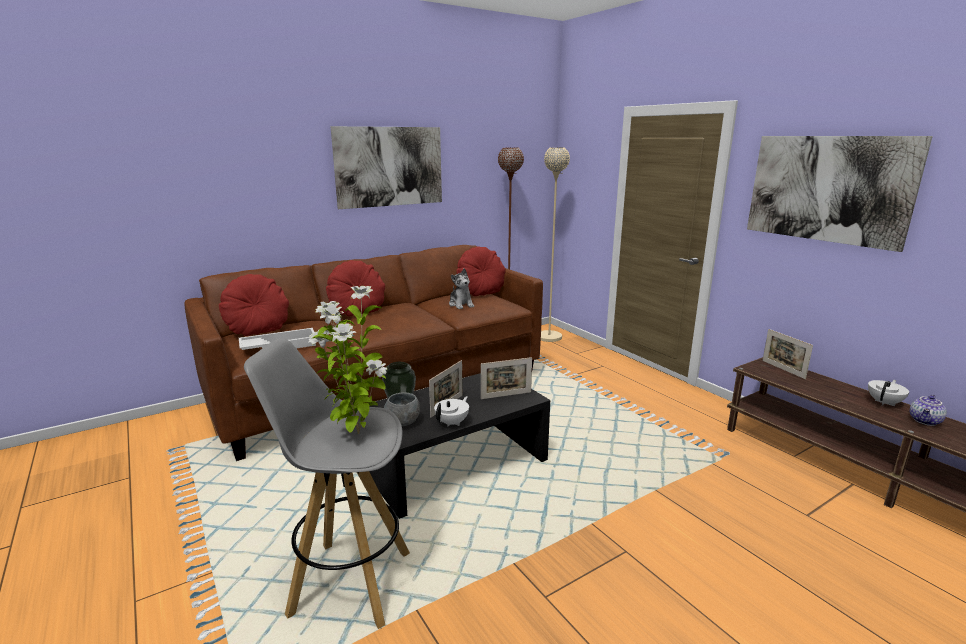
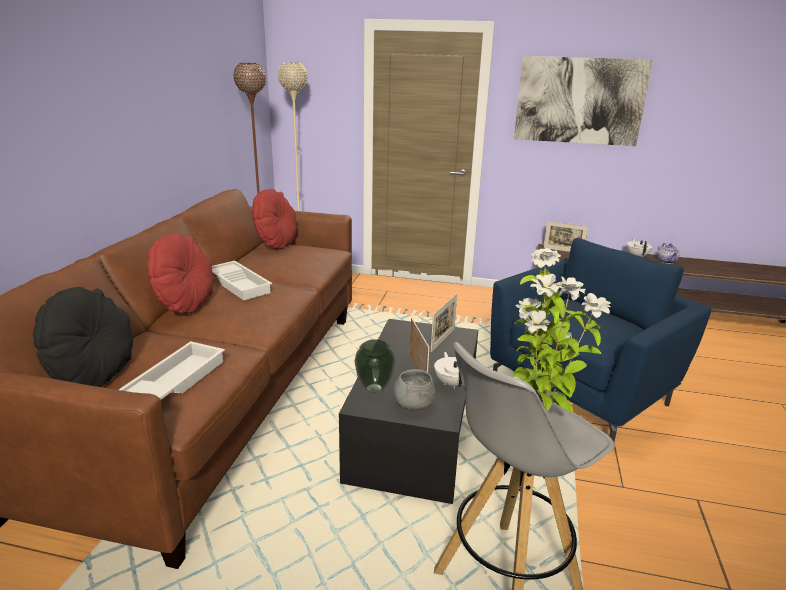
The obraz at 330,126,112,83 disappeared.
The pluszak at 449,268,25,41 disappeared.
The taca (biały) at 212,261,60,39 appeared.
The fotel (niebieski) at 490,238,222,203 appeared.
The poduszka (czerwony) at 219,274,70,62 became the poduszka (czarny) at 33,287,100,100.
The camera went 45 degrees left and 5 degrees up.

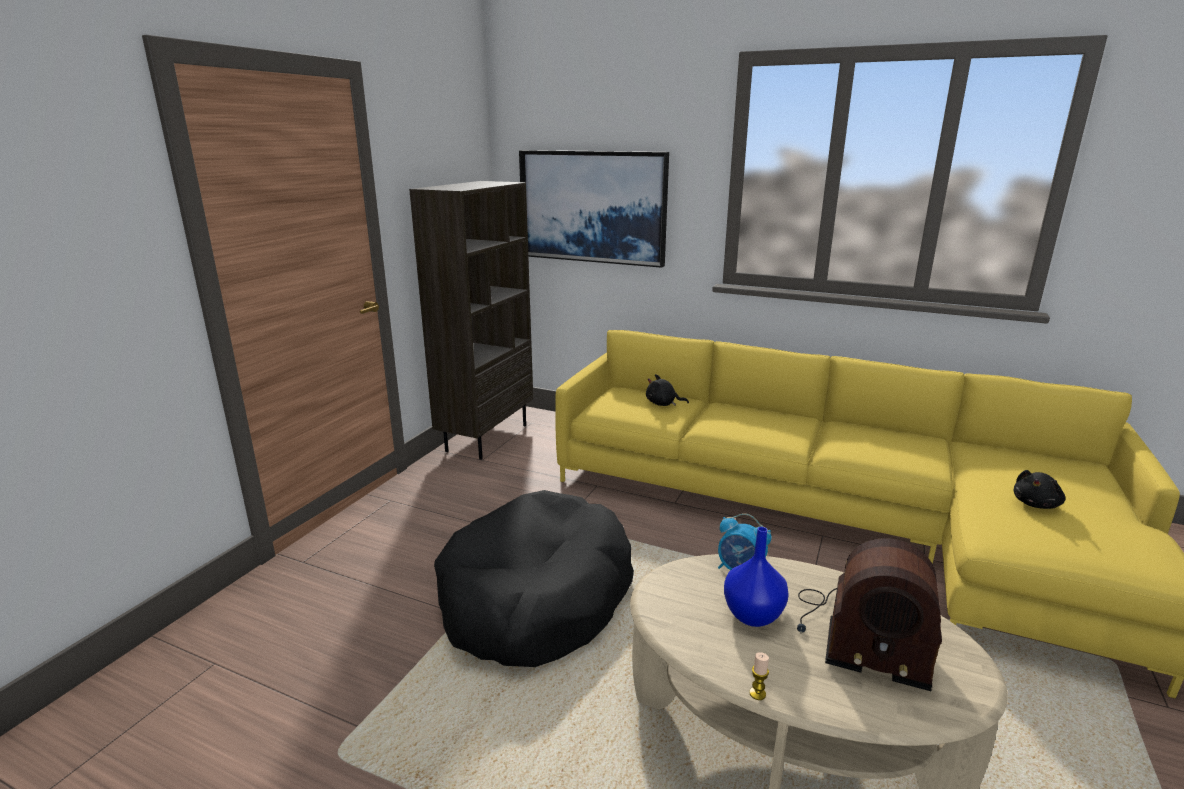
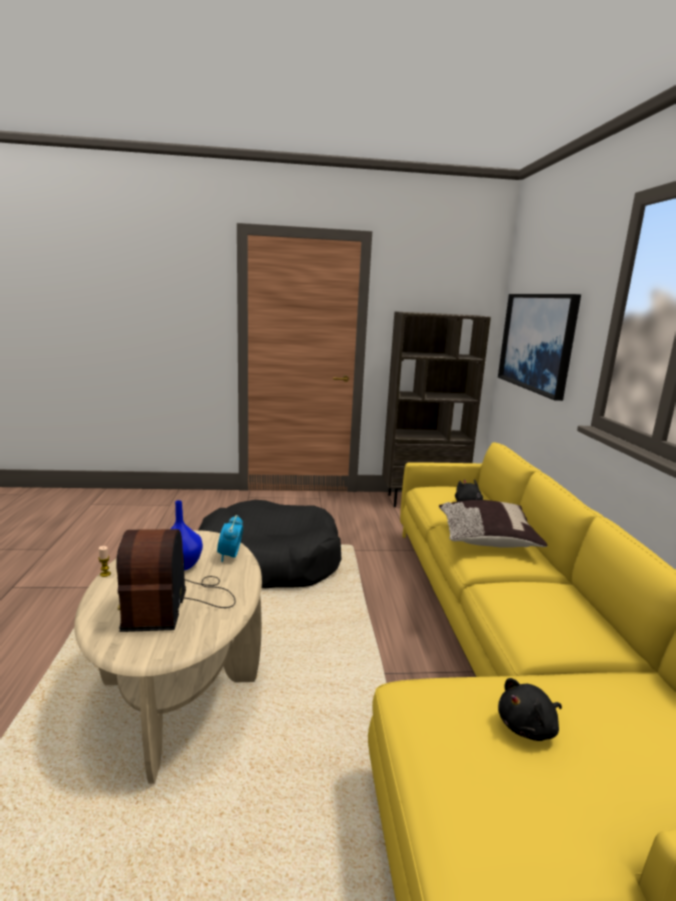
The poduszka at 439,500,109,48 appeared.
The pluszak (czarny) at 1014,470,51,39 turned 45 degrees counterclockwise.
The camera went 60 degrees right and 5 degrees down.

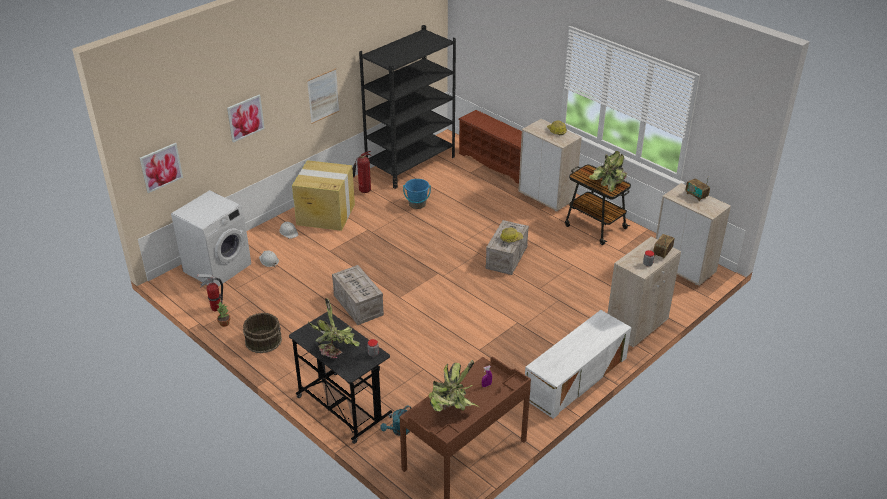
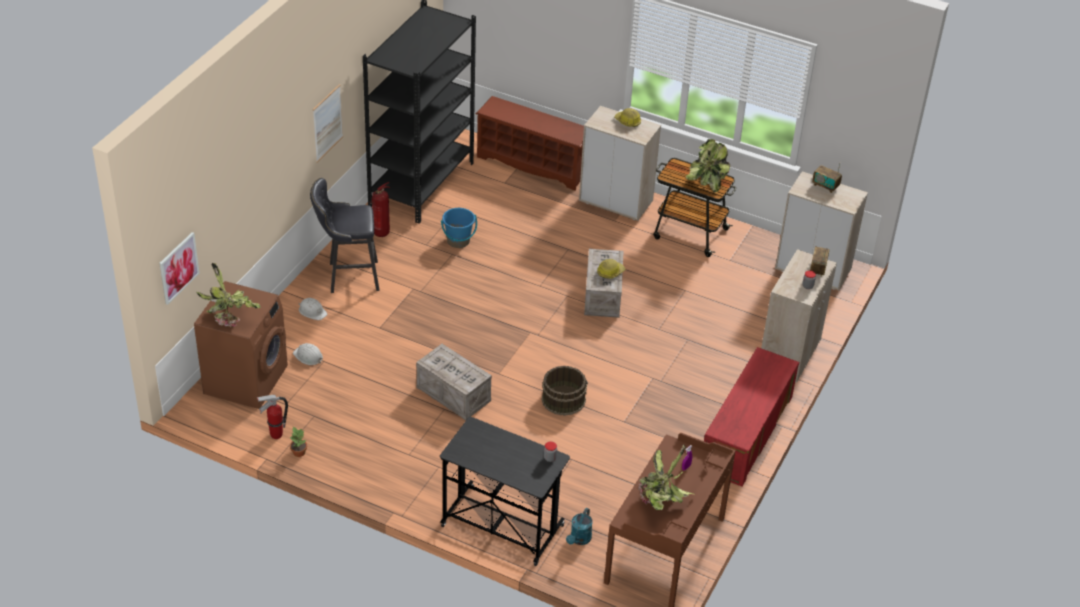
The obraz at 227,95,38,48 disappeared.
The wiadro (brązowy) moved from 243,313,39,40 to 541,366,47,50.
The roślina doniczkowa moved from 309,298,51,61 to 196,263,64,64.
The karton at 292,160,63,71 was replaced by the stołek (czarny) at 310,178,70,115.
The pralka (biały) at 171,190,80,97 became the pralka (brązowy) at 194,281,94,128.
The ławka (biały) at 525,310,107,109 became the ławka (czerwony) at 704,347,95,140.
The camera went 20 degrees left and 5 degrees up.

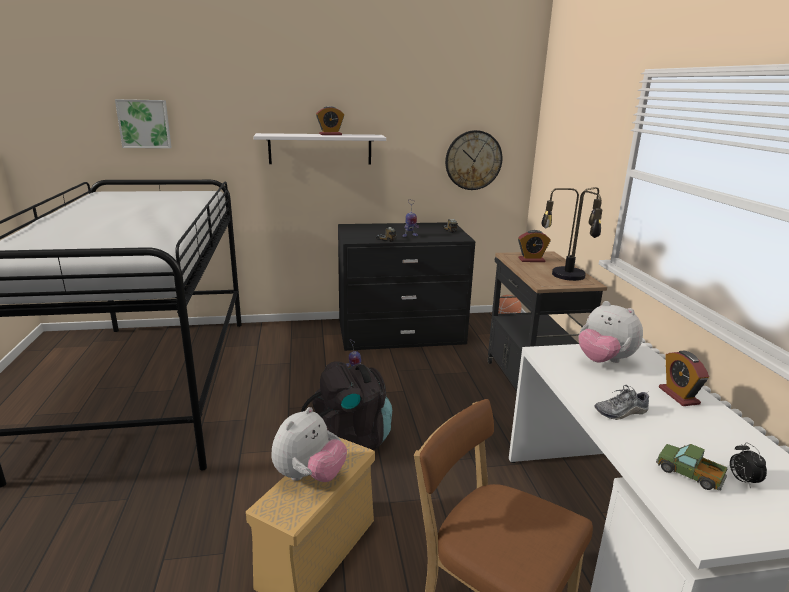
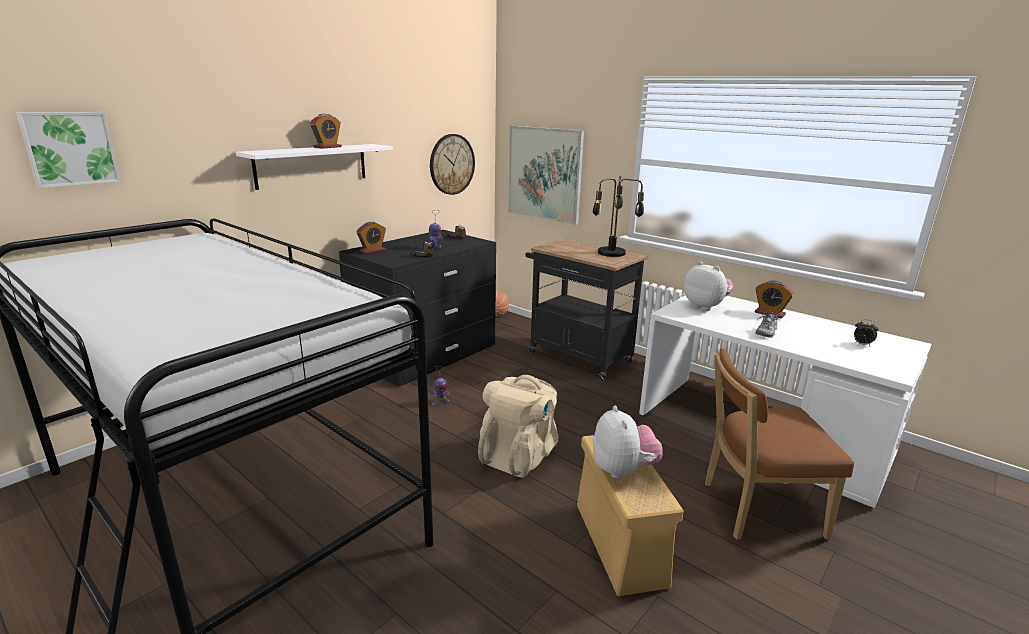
The ciężarówka zabawkowa at 656,444,72,47 disappeared.
The obraz at 508,126,76,99 appeared.
The budzik moved from 518,230,33,32 to 357,222,29,32.
The plecak (czarny) at 301,361,91,89 became the plecak (beżowy) at 478,375,80,103.
The pluszak at 578,301,65,62 turned 135 degrees counterclockwise.
The camera went 40 degrees left and 0 degrees up.

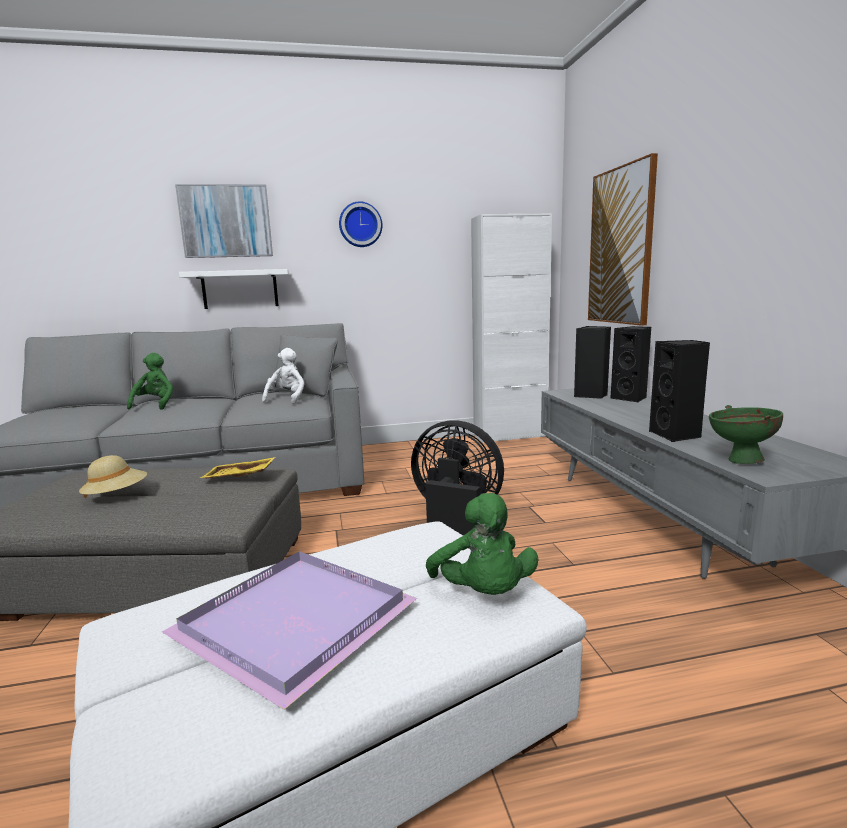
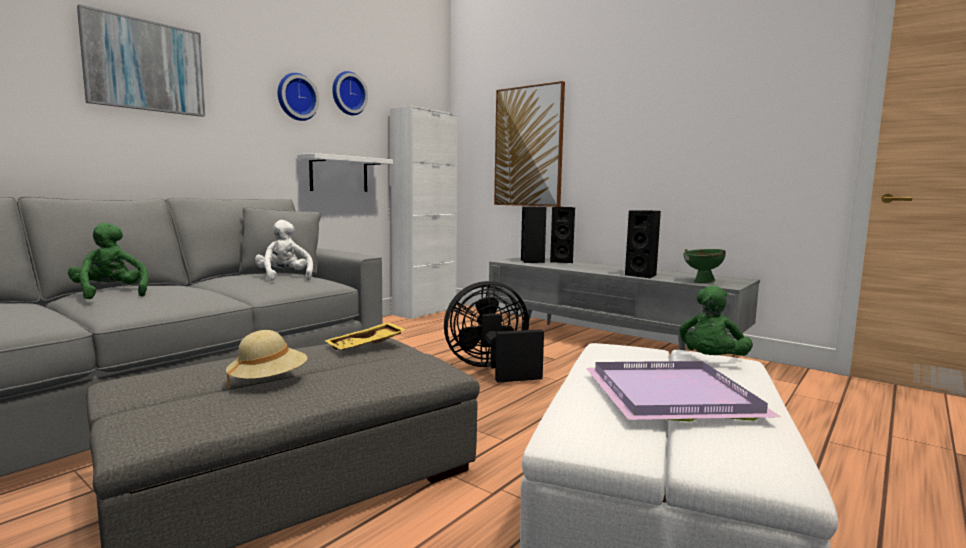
The zegar ścienny at 332,71,36,44 appeared.
The półka (biały) moved from 179,269,110,40 to 297,153,96,39.
The pluszak (zielony) at 426,493,113,102 turned 90 degrees clockwise.
The camera went 40 degrees left and 5 degrees down.

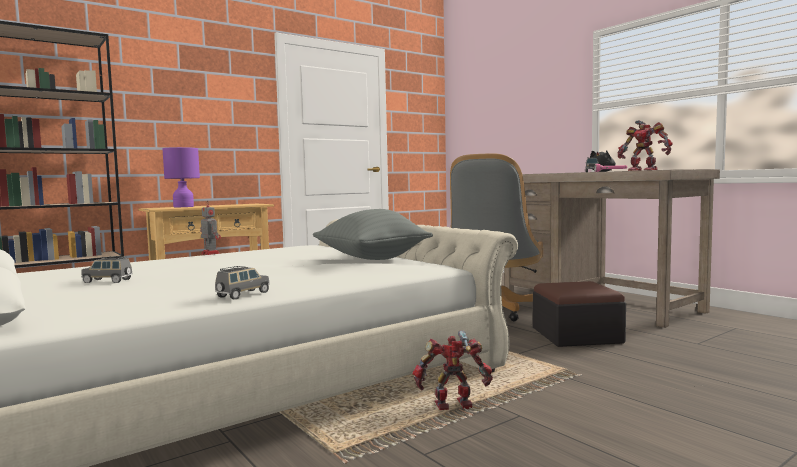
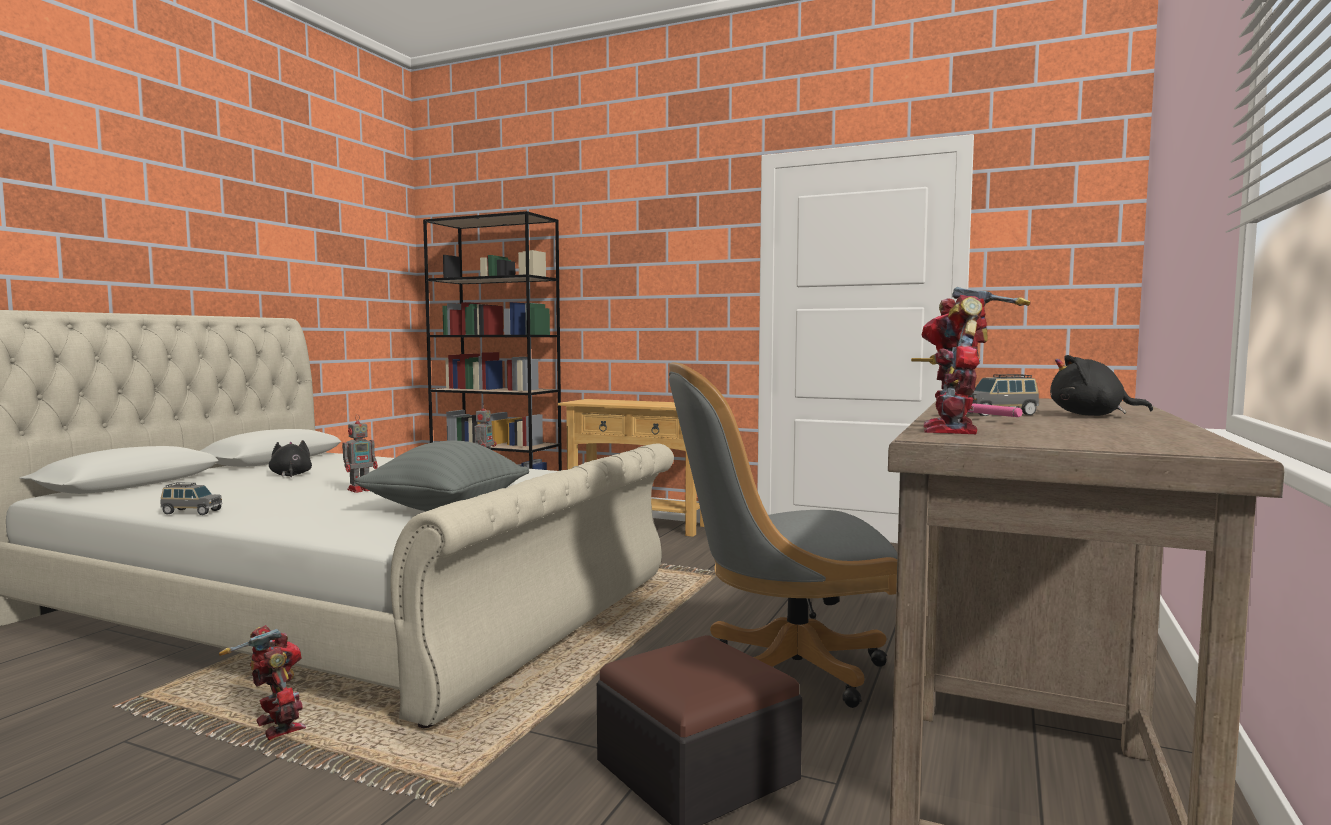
The lampa stołowa (fioletowy) at 162,147,38,60 disappeared.
The robot zabawkowy at 342,414,36,79 appeared.
The samochodzik (szary) at 81,256,51,27 was replaced by the pluszak (czarny) at 269,440,43,37.
The camera went 60 degrees right and 0 degrees up.

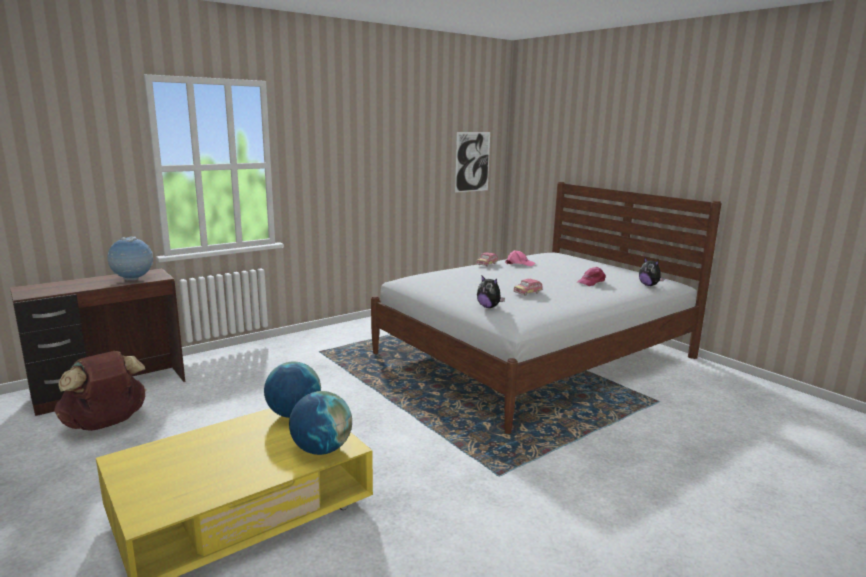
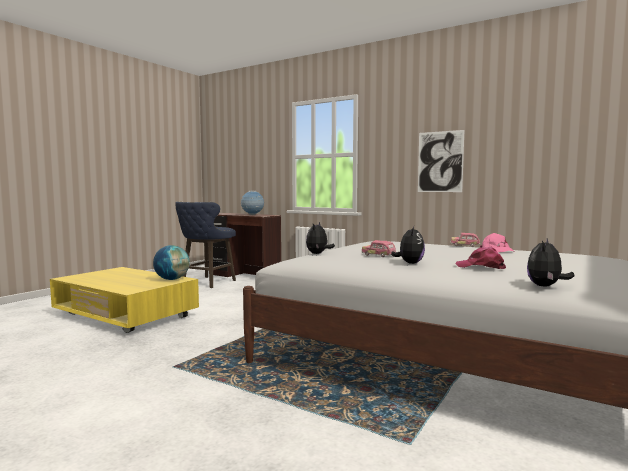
The globus at 289,391,63,64 disappeared.
The pluszak at 391,226,34,38 appeared.
The obraz moved from 455,132,35,61 to 418,130,46,62.
The plecak (brązowy) at 54,351,92,80 was replaced by the stołek (niebieski) at 175,201,61,87.
The camera went 70 degrees right and 10 degrees down.

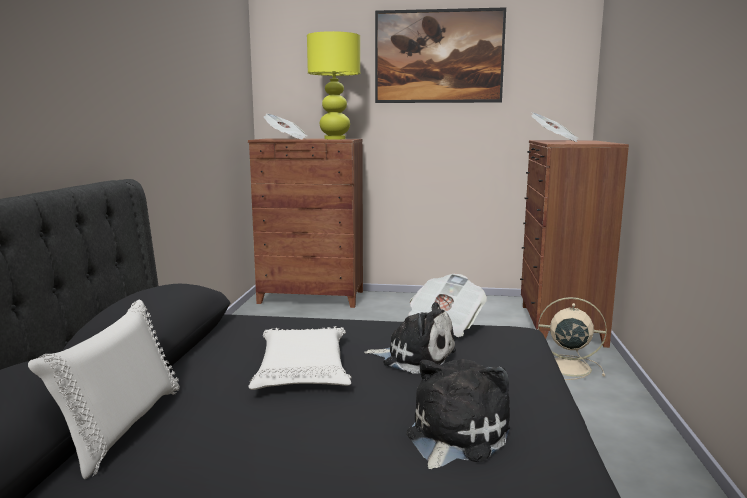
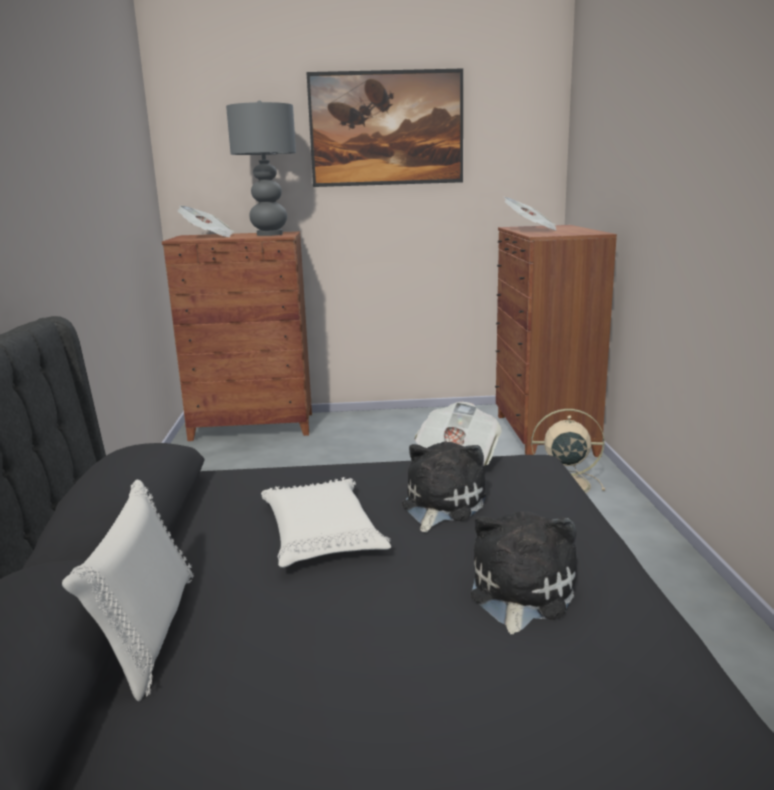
The lampa stołowa (żółty) at 307,31,53,108 became the lampa stołowa (szary) at 226,100,70,136.
The pluszak at 364,302,92,72 turned 75 degrees counterclockwise.
The camera went 10 degrees left and 5 degrees up.

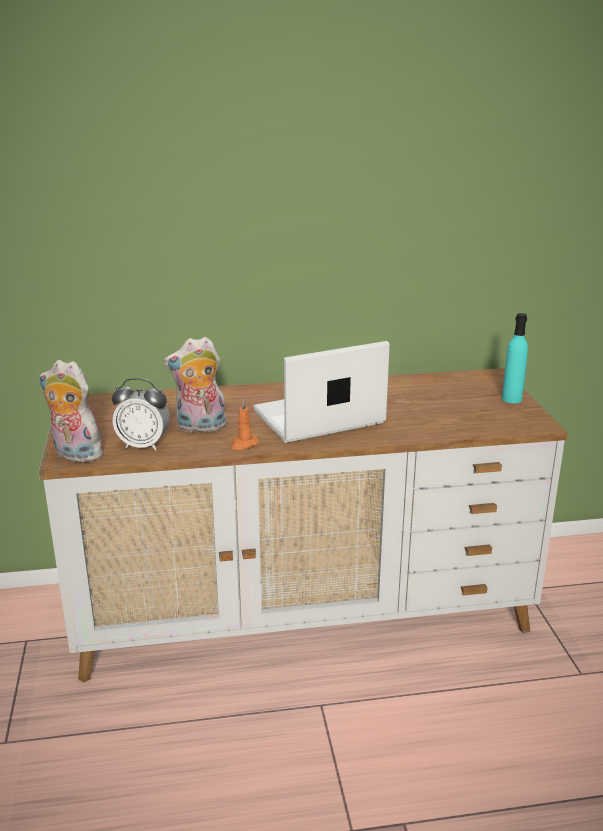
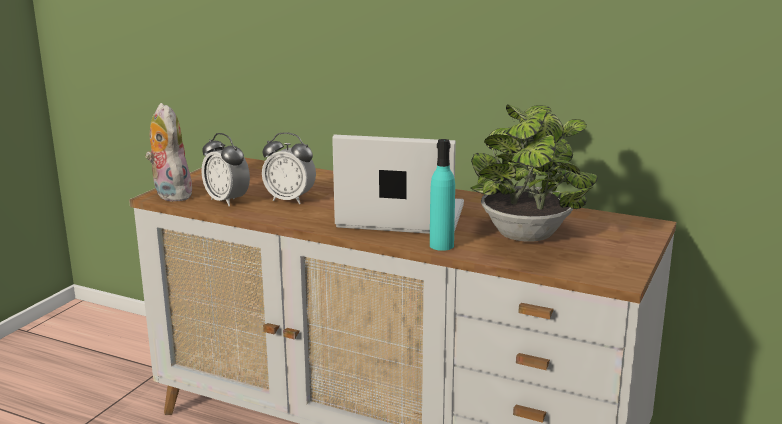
The świeca (pomarańczowy) at 231,399,28,51 disappeared.
The roślina doniczkowa at 470,104,128,138 appeared.
The butelka (turkusowy) moved from 502,313,26,90 to 430,139,25,112.
The pluszak at 164,337,62,96 was replaced by the budzik at 262,132,54,72.
The camera went 35 degrees right and 5 degrees down.

